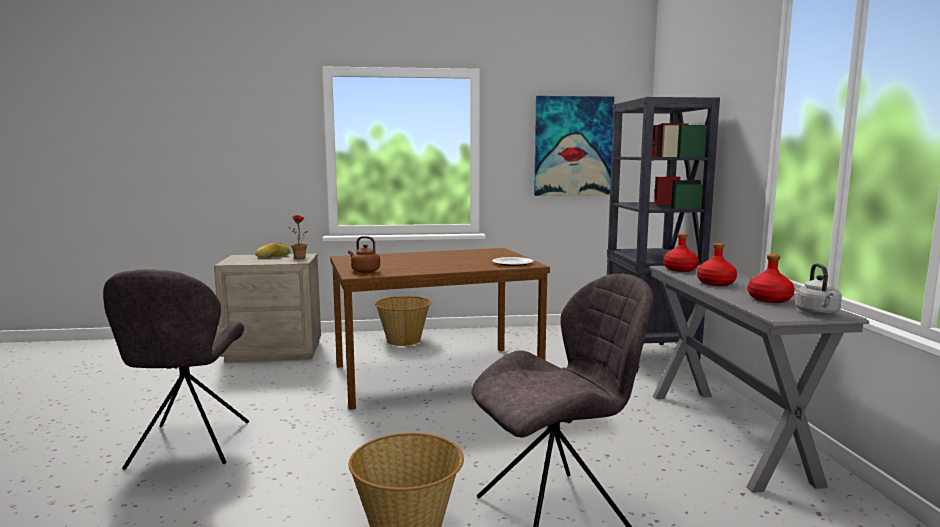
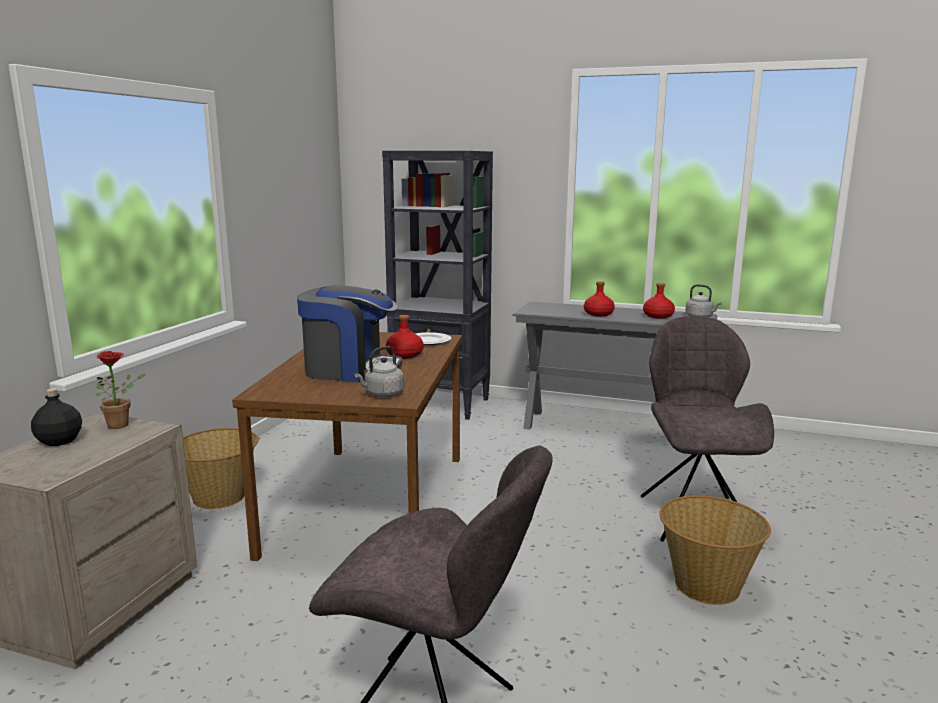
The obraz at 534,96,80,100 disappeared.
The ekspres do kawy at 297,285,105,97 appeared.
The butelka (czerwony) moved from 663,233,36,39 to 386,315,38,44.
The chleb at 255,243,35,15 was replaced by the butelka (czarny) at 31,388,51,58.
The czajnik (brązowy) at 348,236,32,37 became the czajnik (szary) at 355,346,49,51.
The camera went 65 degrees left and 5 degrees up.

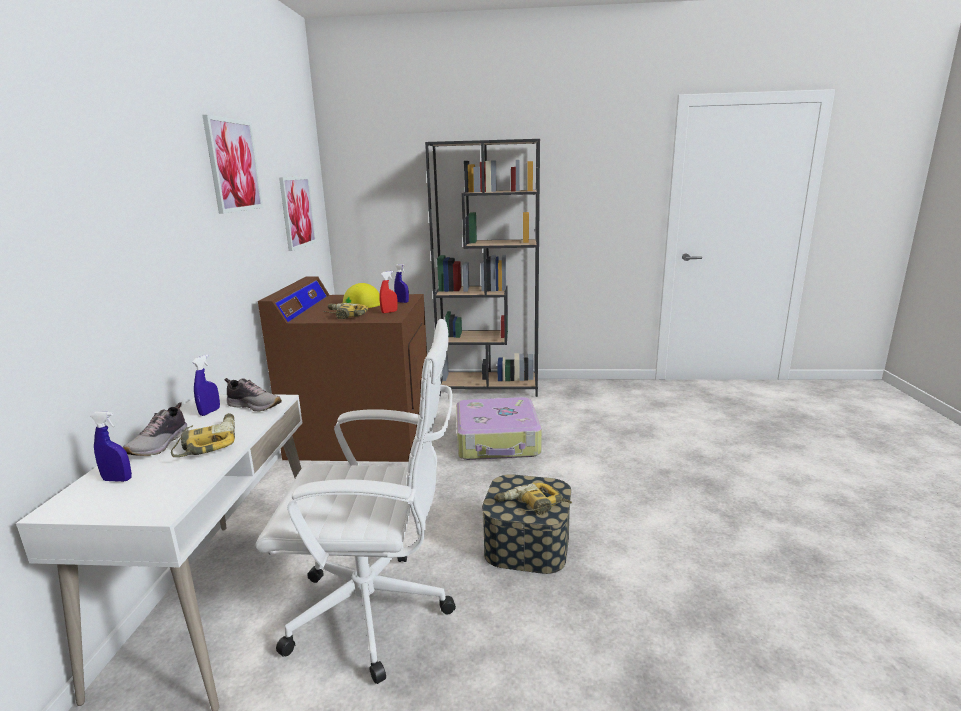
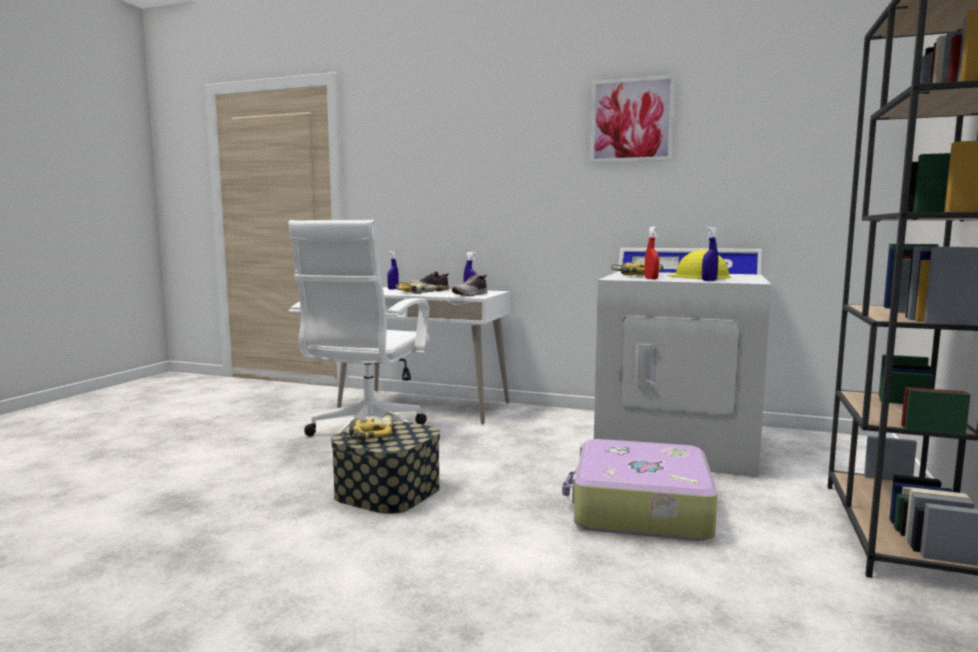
The obraz at 279,176,38,75 disappeared.
The pralka (brązowy) at 258,276,169,186 became the pralka (biały) at 594,248,177,230.
The camera went 105 degrees right and 10 degrees down.

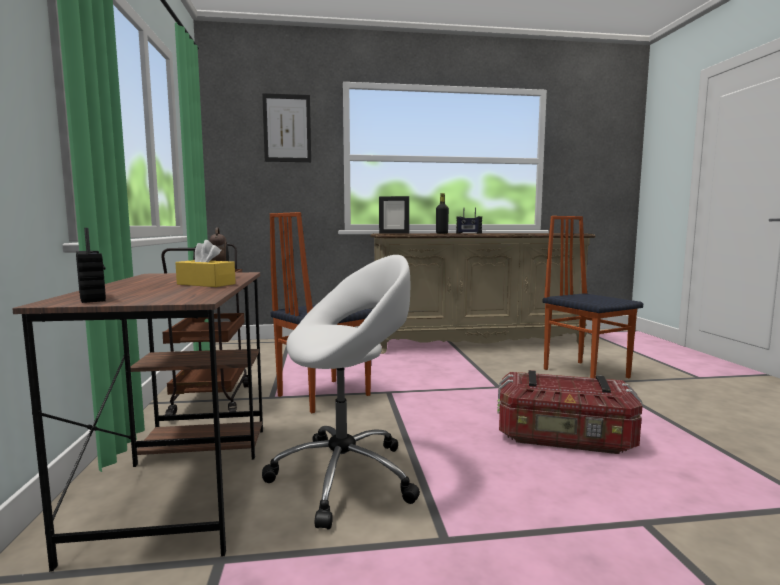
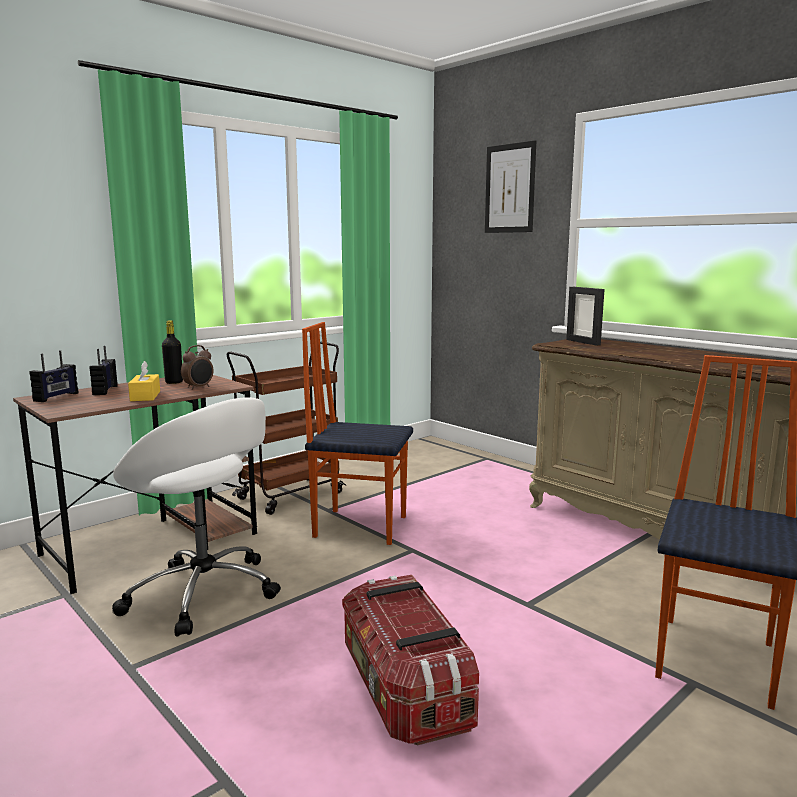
The butelka (czarny) moved from 436,193,13,41 to 162,320,21,64.
The radio moved from 456,207,26,27 to 89,346,29,49.
The camera went 55 degrees right and 5 degrees up.

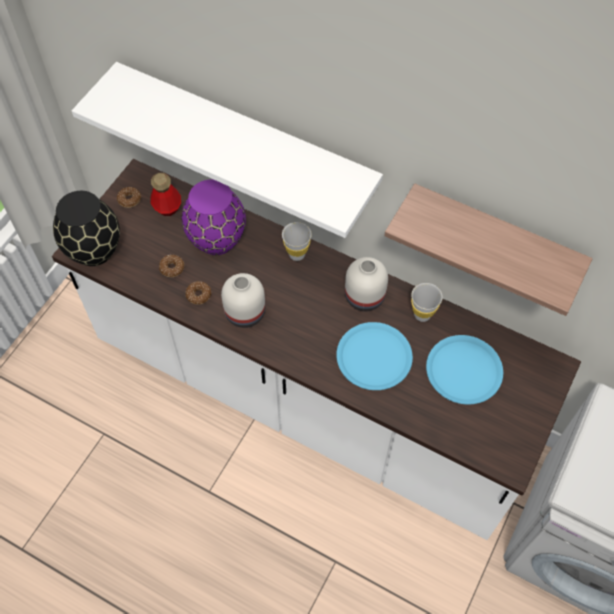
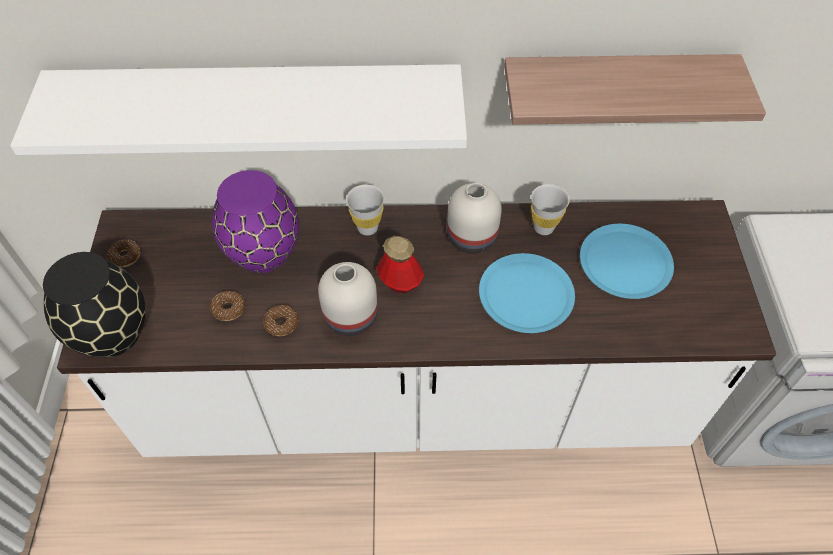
The butelka moved from 151,173,30,43 to 376,236,48,58.
The camera went 30 degrees left and 5 degrees down.

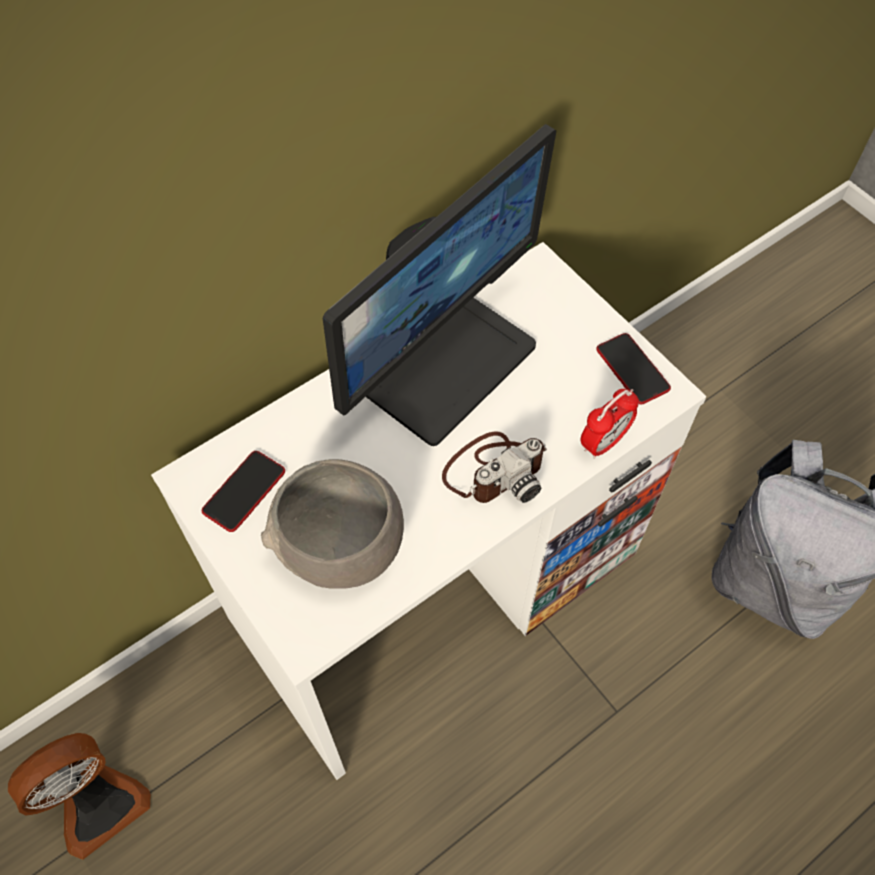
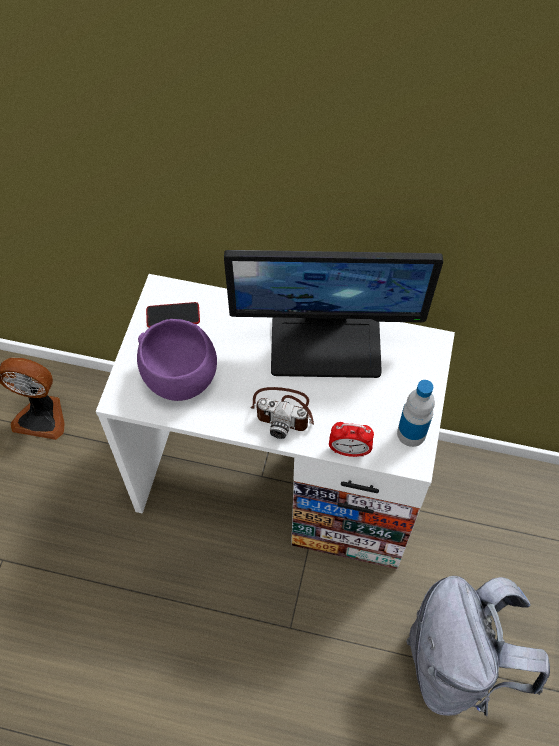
The telefon at 596,333,75,72 was replaced by the butelka at 397,380,38,67.
The miska (szary) at 261,459,143,130 became the miska (fioletowy) at 137,319,80,82.
The camera went 50 degrees right and 0 degrees up.

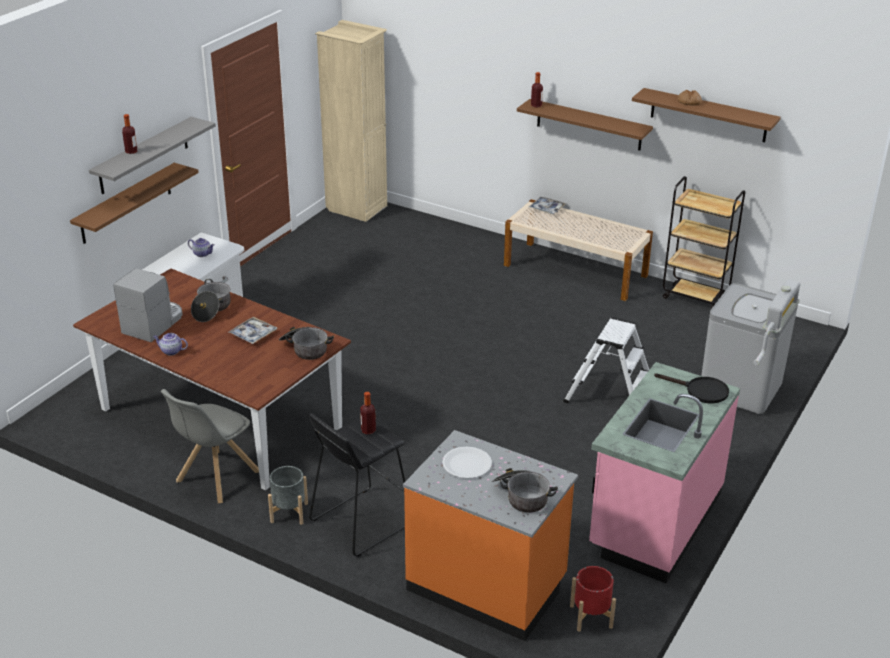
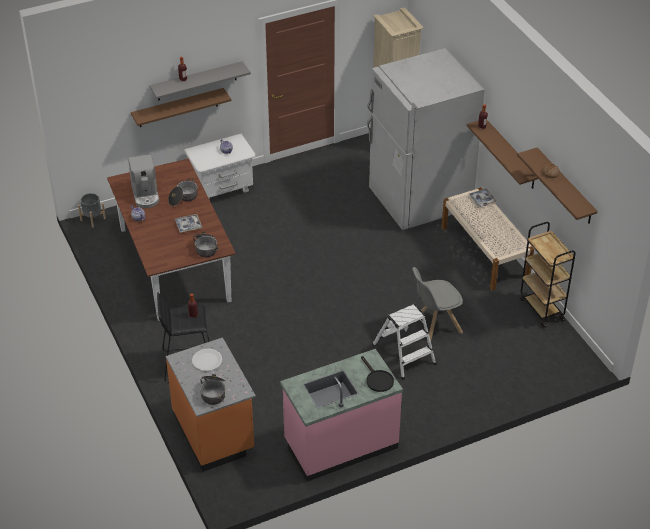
The donica (czerwony) at 570,566,46,66 disappeared.
The pralka (szary) at 701,279,99,135 disappeared.
The lodówka (biały) at 367,48,117,182 appeared.
The krzesło (szary) moved from 161,389,98,114 to 412,267,51,76.
The donica (szary) moved from 268,466,40,59 to 78,193,28,35.
The ekspres do kawy at 113,269,70,73 turned 105 degrees clockwise.
The camera went 35 degrees right and 10 degrees up.

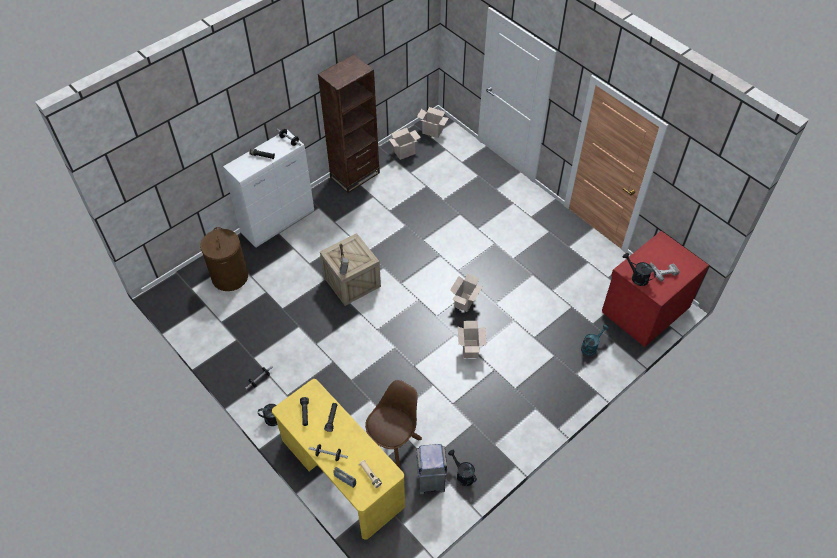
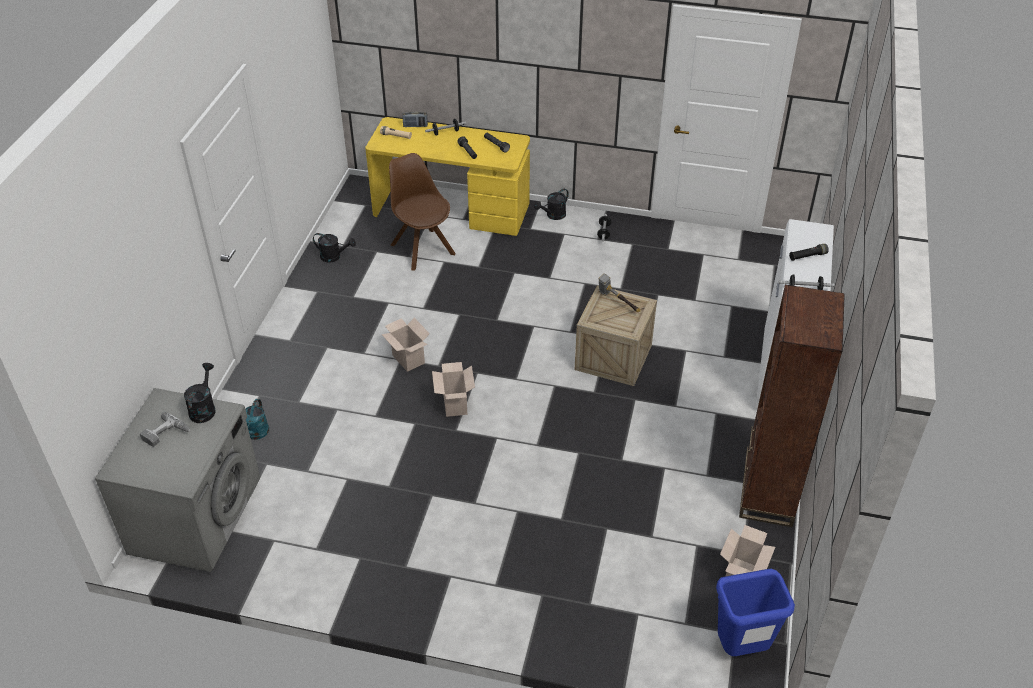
The kosz na pranie (brązowy) at 200,227,48,64 disappeared.
The kosz na śmieci (szary) at 416,444,32,50 disappeared.
The karton at 417,107,32,31 was replaced by the kosz na śmieci (niebieski) at 716,569,79,87.
The pralka (czerwony) at 602,231,107,116 became the pralka (szary) at 95,388,165,184.
The krzesło (brązowy) at 365,380,57,88 turned 150 degrees clockwise.
The konewka (czarny) at 623,253,33,33 turned 90 degrees counterclockwise.
The camera went 145 degrees right and 10 degrees down.

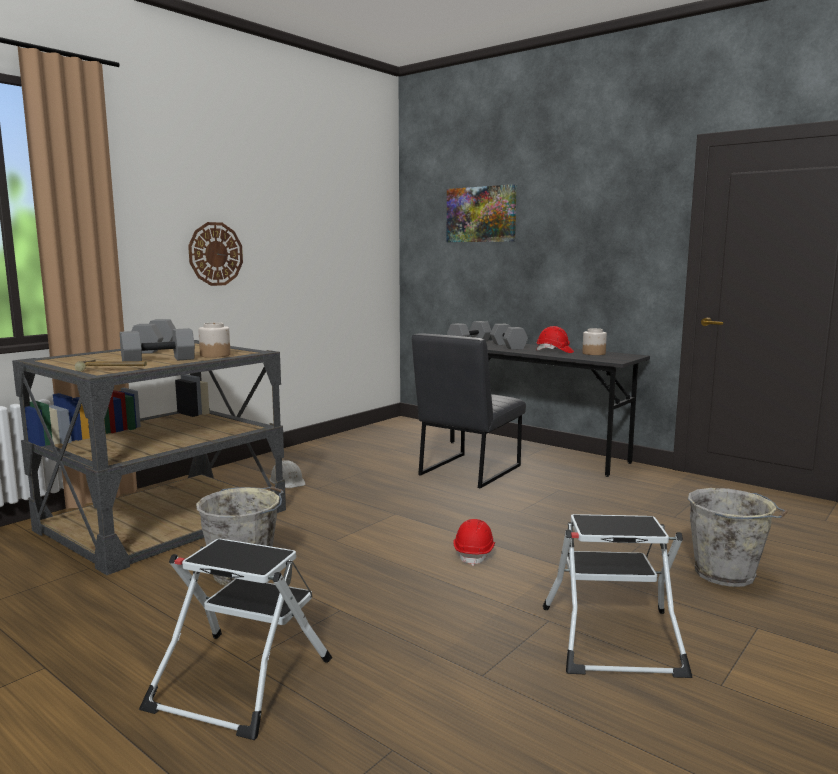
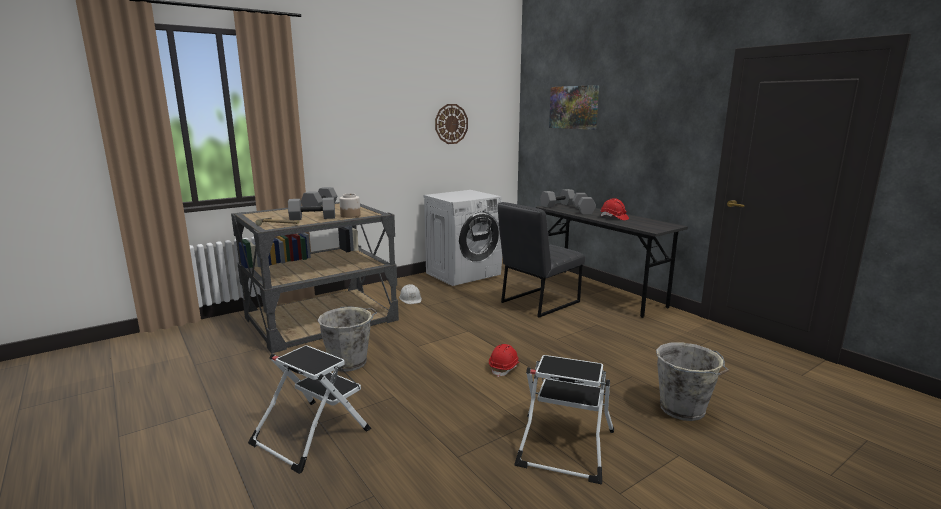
The słoik at 582,328,25,27 disappeared.
The pralka (biały) at 424,190,78,96 appeared.
The zegar ścienny moved from 188,222,55,64 to 435,104,33,40.
The camera went 15 degrees right and 5 degrees up.

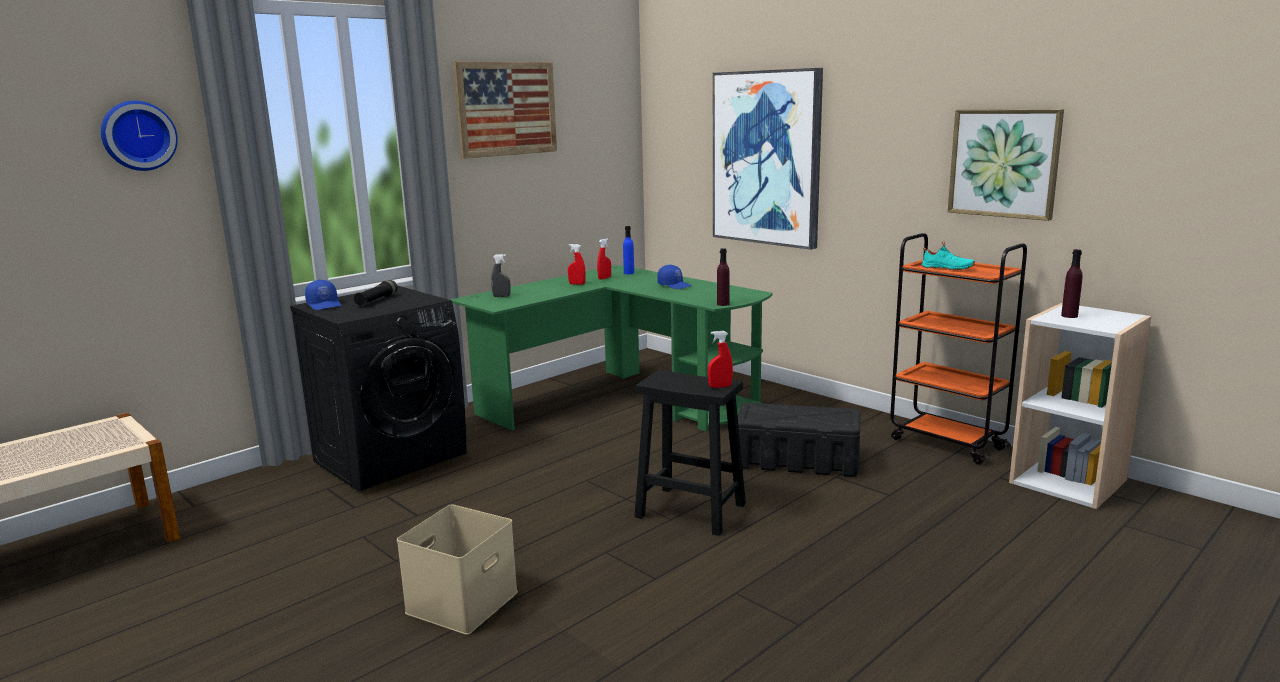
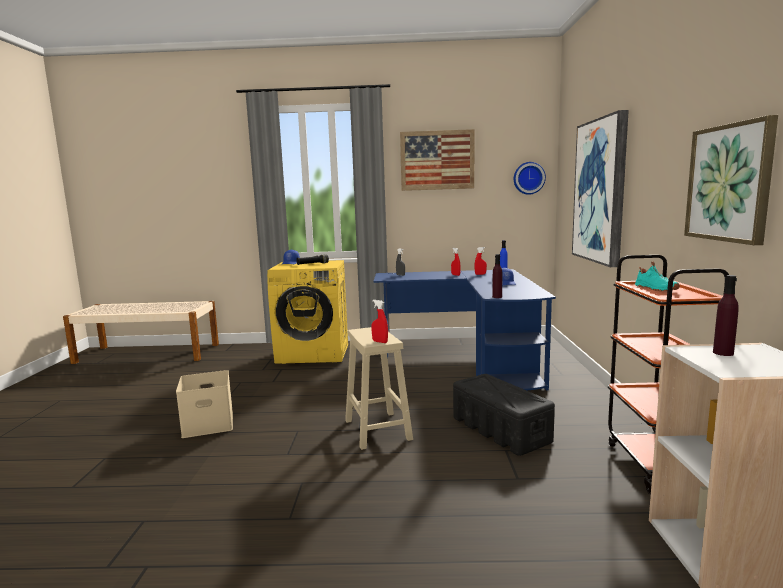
The zegar ścienny moved from 101,101,77,70 to 514,162,32,33.
The pralka (czarny) at 290,286,177,205 became the pralka (żółty) at 267,260,81,104.
The biurko (zielony) at 450,265,323,166 became the biurko (niebieski) at 373,269,183,122.
The stołek (czarny) at 634,370,112,166 became the stołek (beżowy) at 345,327,68,123.
The camera went 45 degrees right and 5 degrees down.

